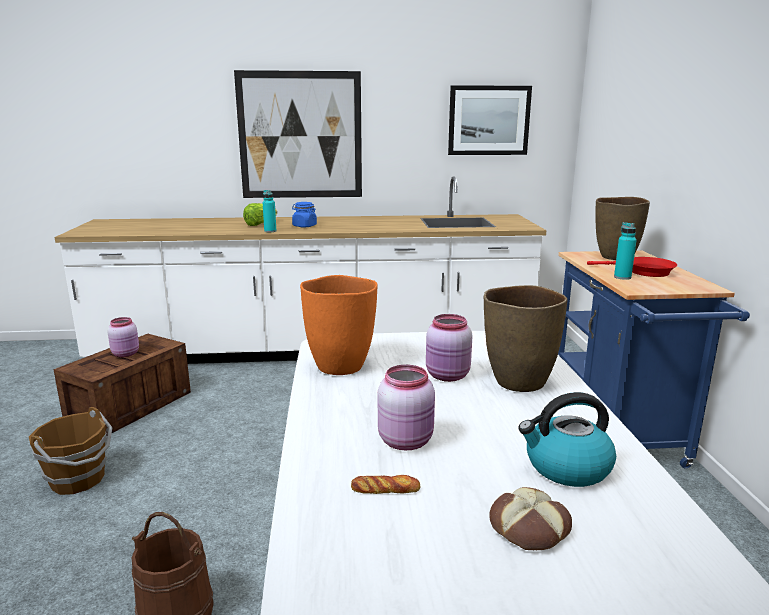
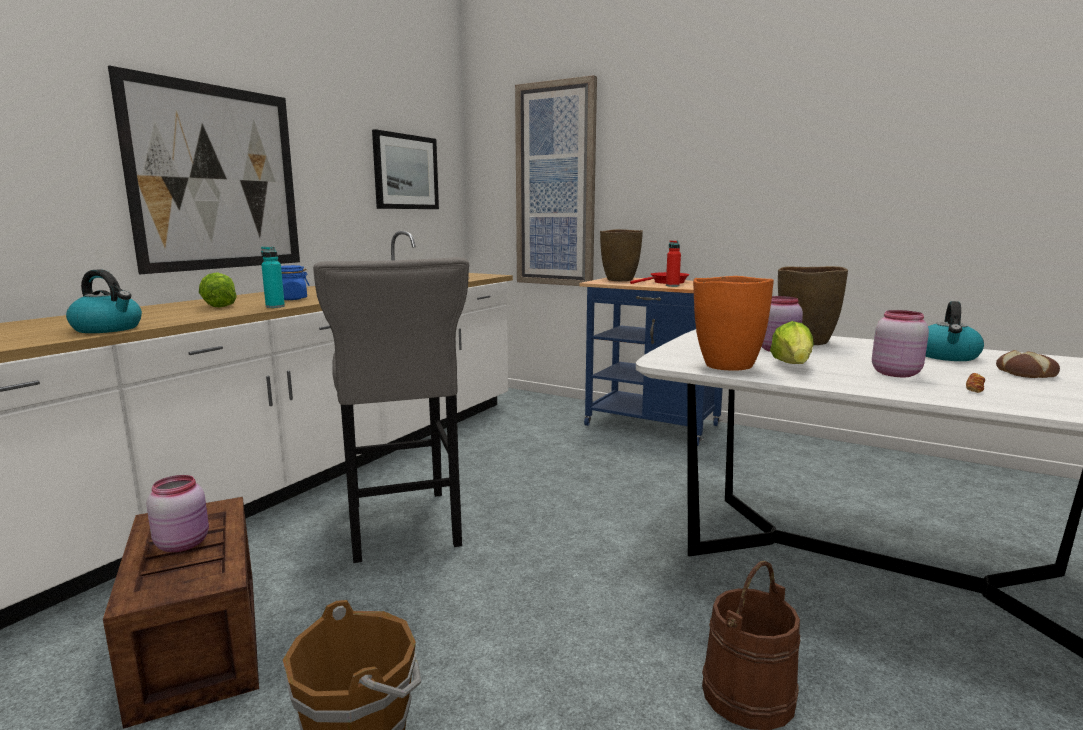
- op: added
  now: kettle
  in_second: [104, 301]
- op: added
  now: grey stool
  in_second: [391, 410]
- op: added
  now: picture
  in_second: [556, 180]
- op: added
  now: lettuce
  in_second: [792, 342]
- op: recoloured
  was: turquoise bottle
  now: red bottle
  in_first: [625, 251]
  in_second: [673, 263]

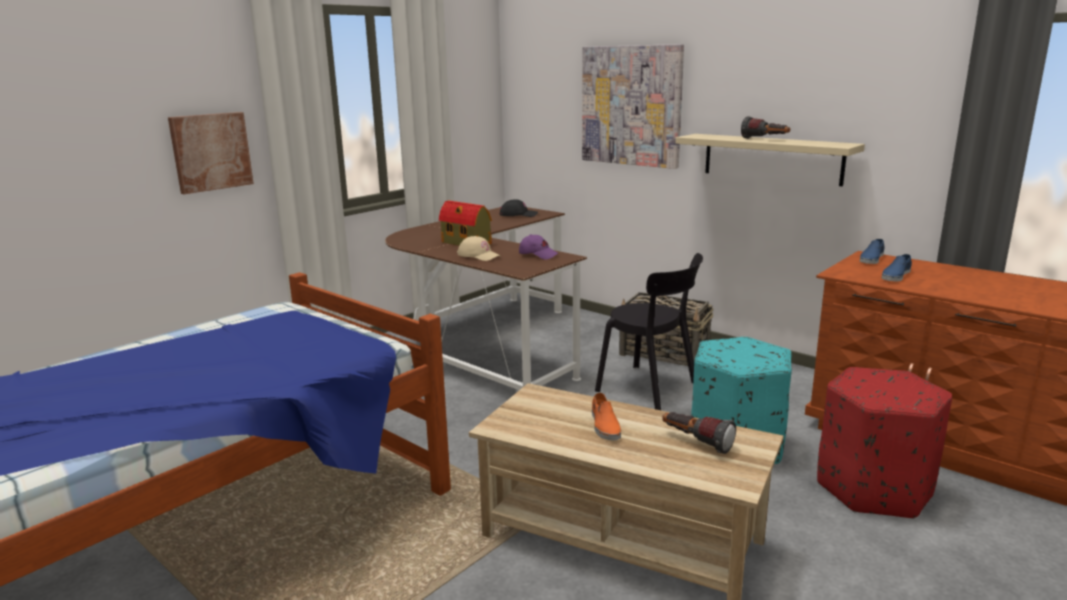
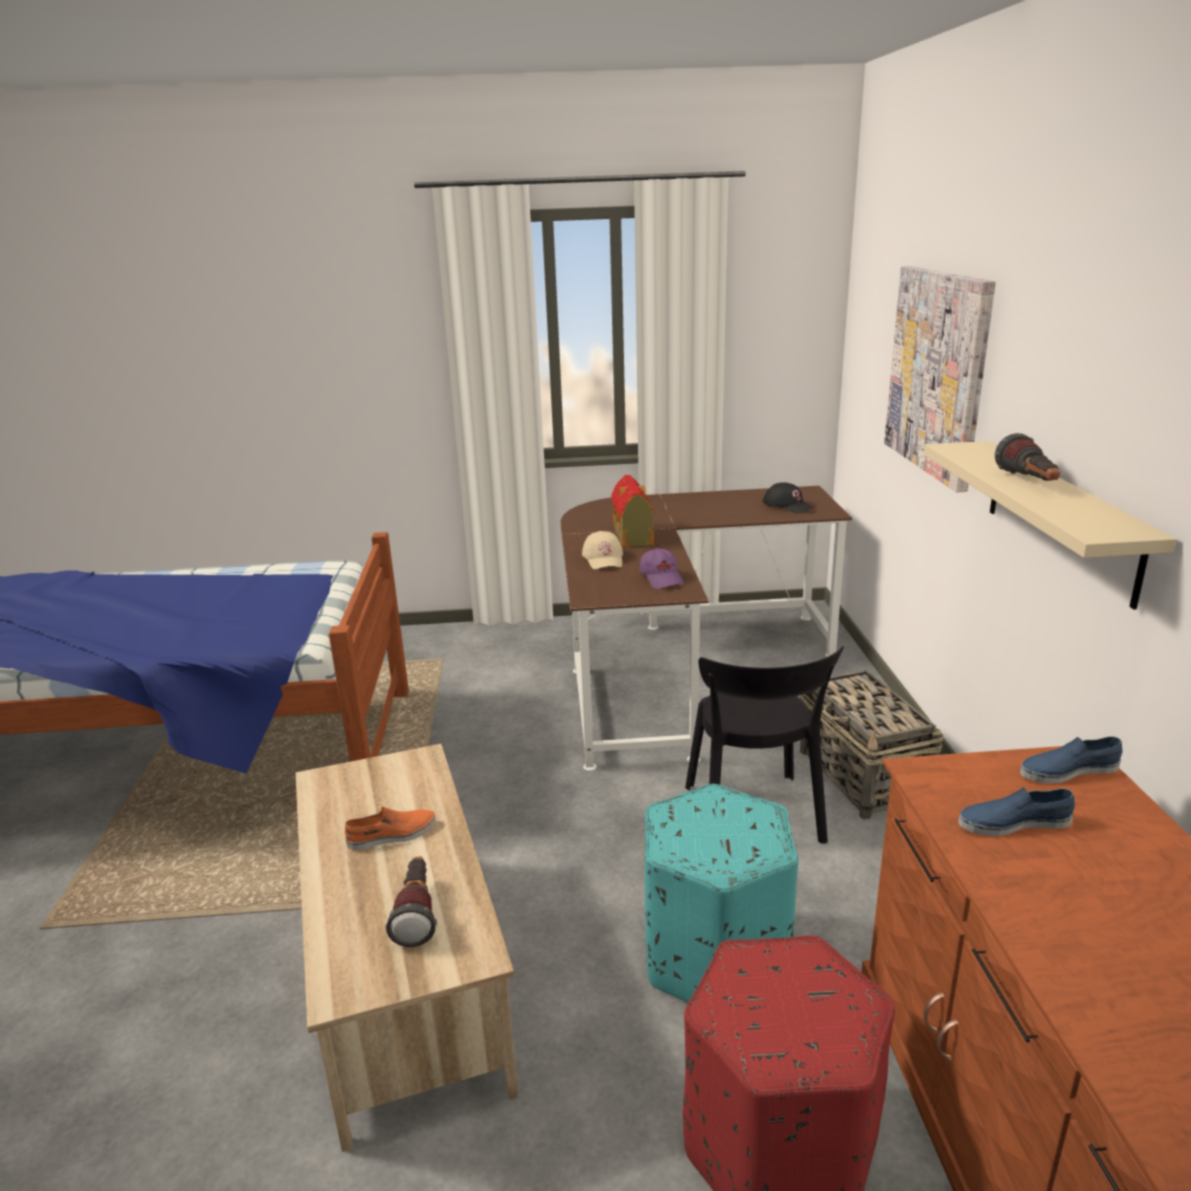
- op: removed
  was: picture
  in_first: [211, 153]
- op: turned
  was: orange shoe
  in_first: [606, 417]
  in_second: [390, 828]
  clockwise: -150

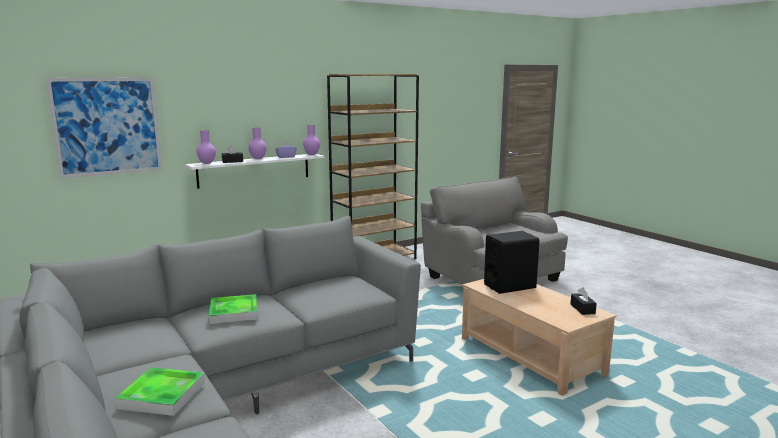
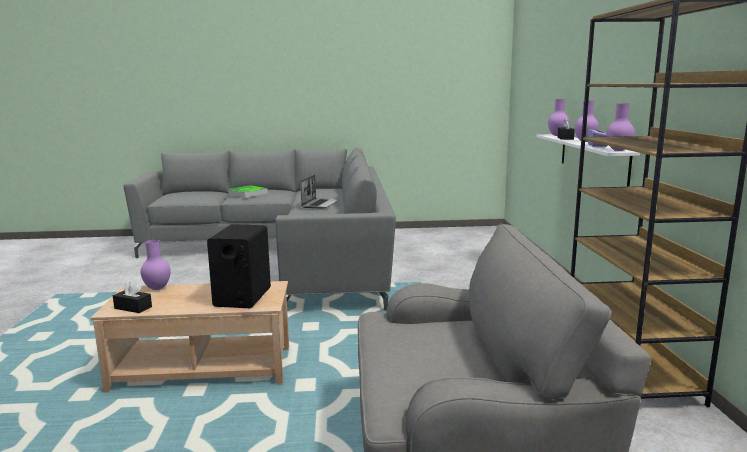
- op: removed
  was: picture
  in_first: [104, 128]
- op: added
  now: purple vase
  in_second: [156, 265]
- op: replaced
  was: tray
  now: laptop
  in_first: [233, 309]
  in_second: [319, 192]

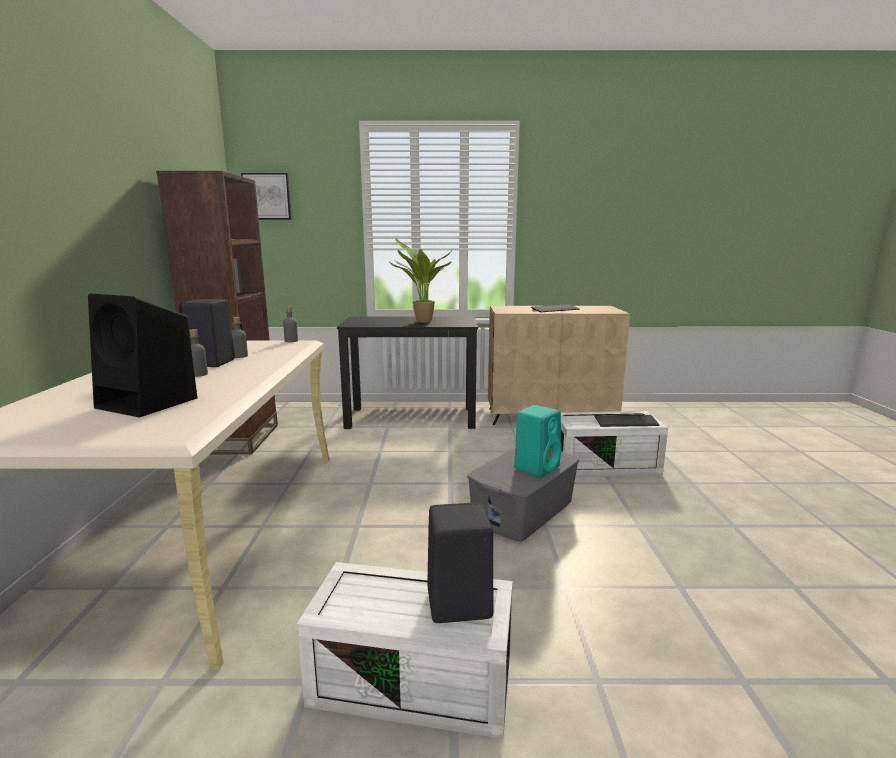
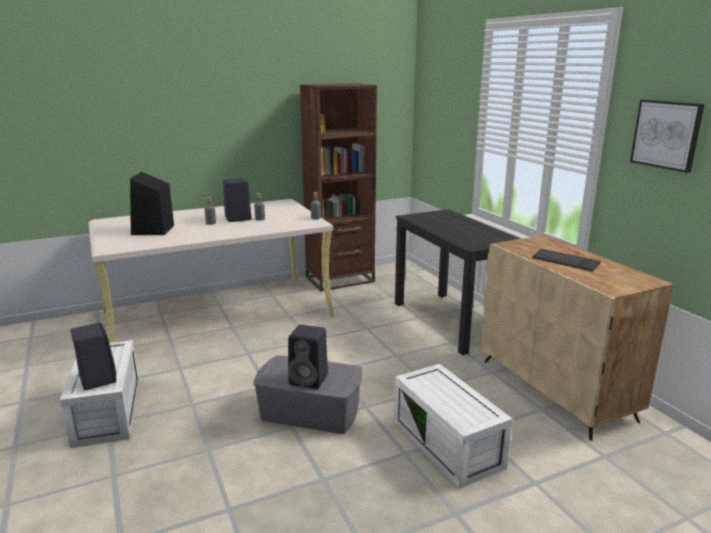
- op: removed
  was: potted plant
  in_first: [420, 280]
- op: removed
  was: keyboard
  in_first: [627, 421]
- op: moved
  was: picture
  in_first: [266, 196]
  in_second: [667, 136]
- op: recoloured
  was: turquoise speaker
  now: black speaker
  in_first: [538, 441]
  in_second: [308, 357]

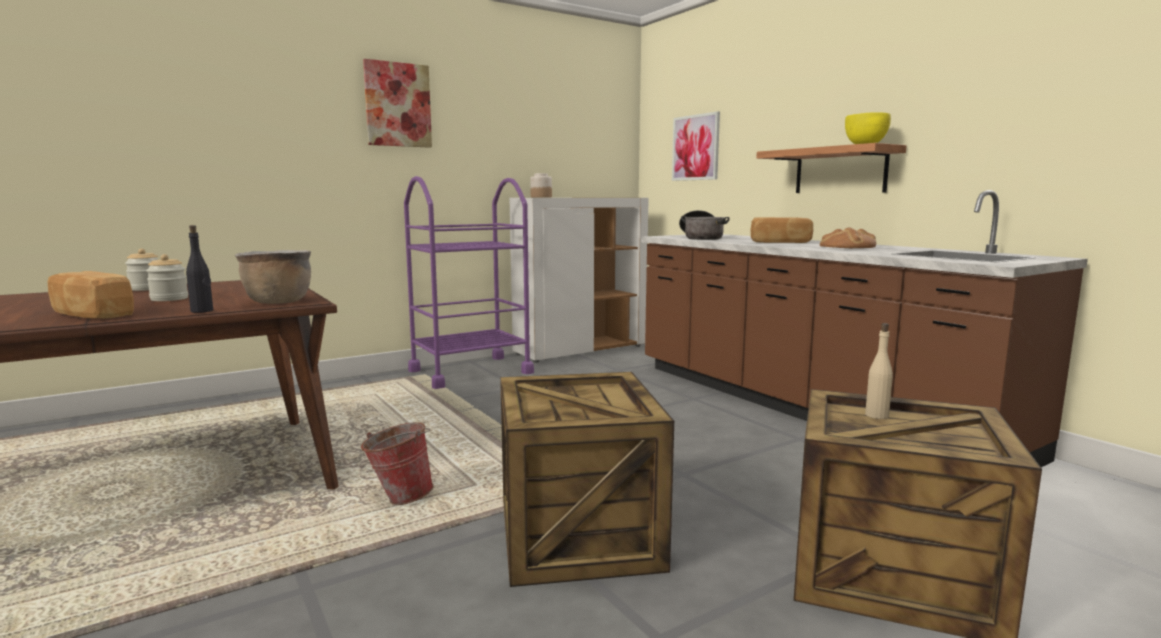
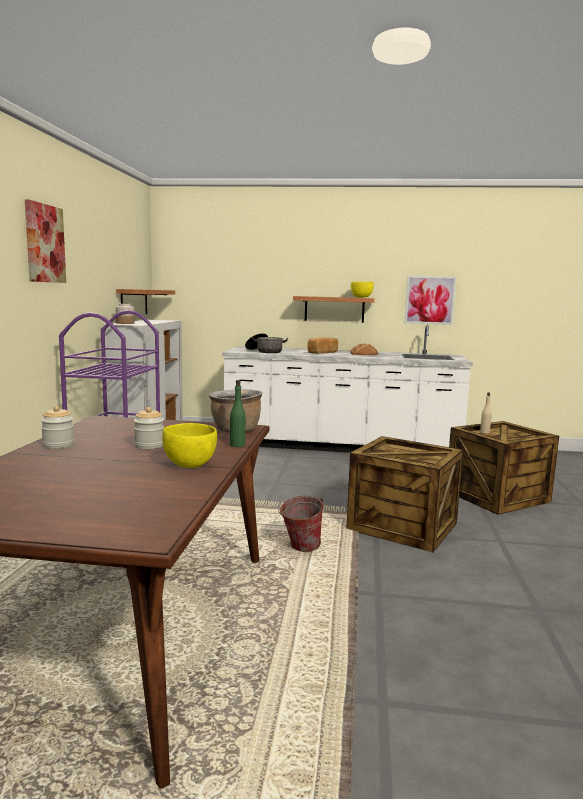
- op: added
  now: shelf
  in_second: [145, 301]
- op: moved
  was: picture
  in_first: [696, 146]
  in_second: [430, 300]
- op: replaced
  was: bread
  now: yellow bowl
  in_first: [91, 295]
  in_second: [189, 445]
- op: recoloured
  was: black bottle
  now: green bottle
  in_first: [199, 269]
  in_second: [238, 413]
- op: recoloured
  was: brown counter
  now: white counter
  in_first: [864, 328]
  in_second: [347, 389]

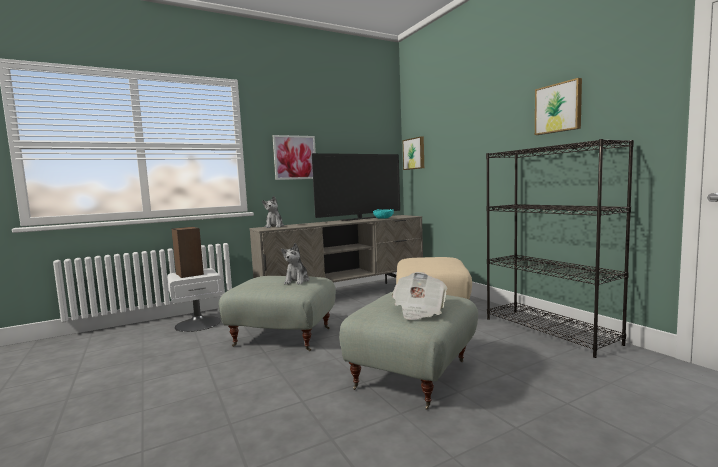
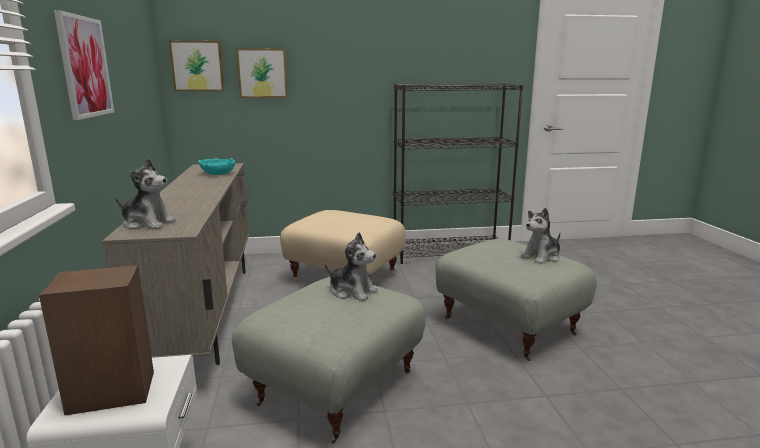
- op: removed
  was: television
  in_first: [356, 187]
- op: moved
  was: picture
  in_first: [558, 106]
  in_second: [262, 73]
- op: replaced
  was: newspaper
  now: plush toy
  in_first: [419, 296]
  in_second: [540, 236]

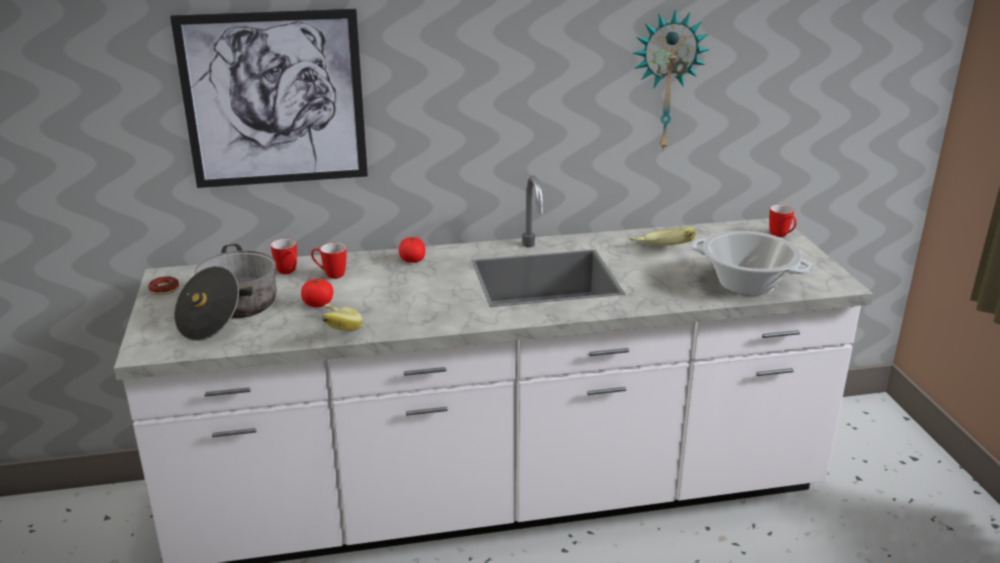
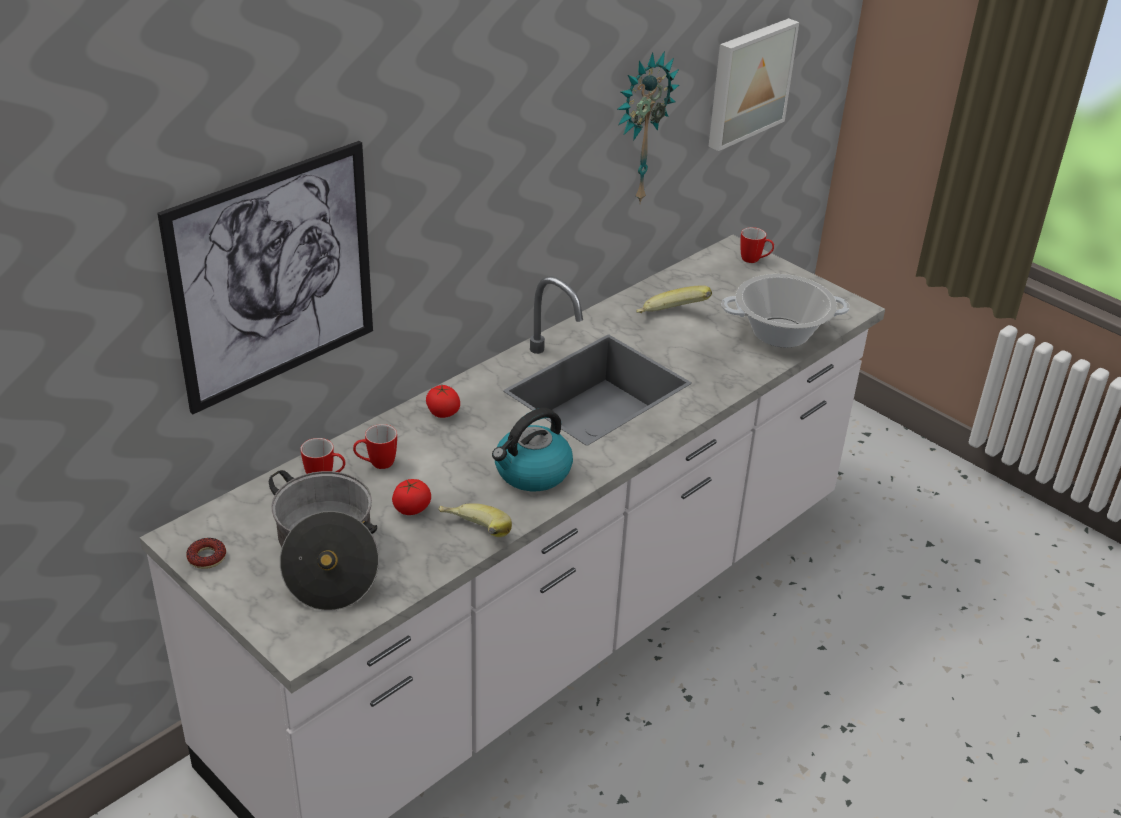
- op: added
  now: kettle
  in_second: [532, 449]
- op: added
  now: picture
  in_second: [753, 84]

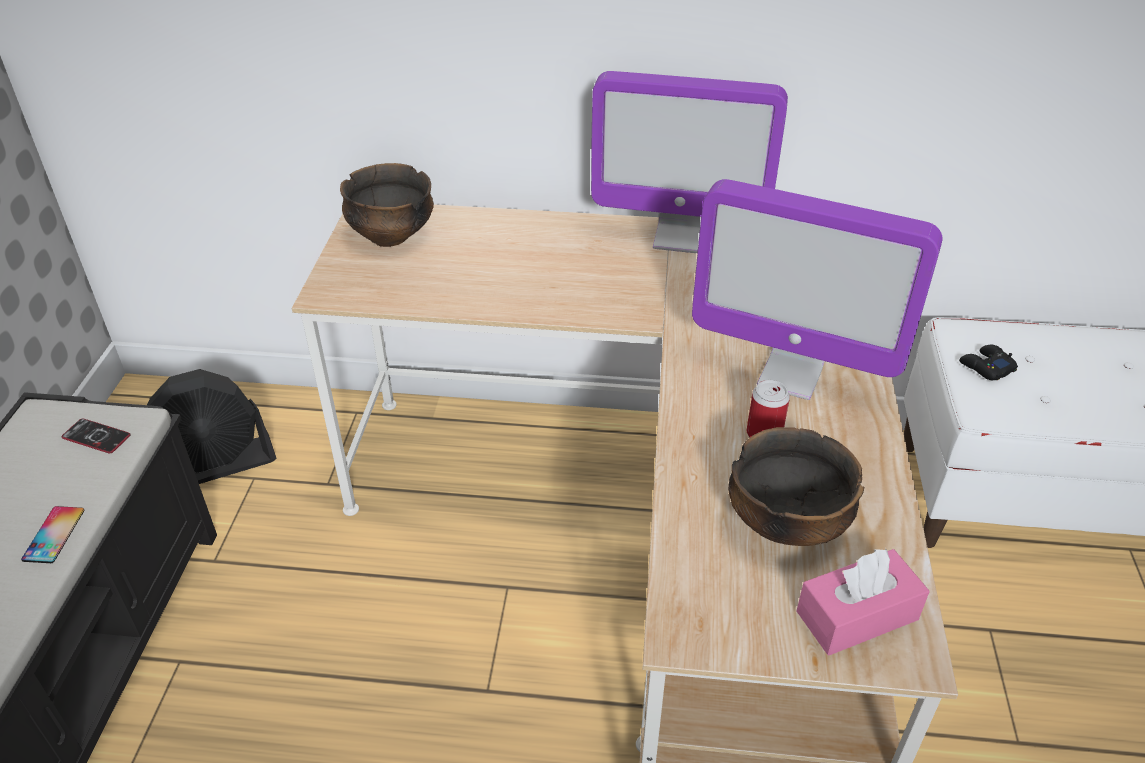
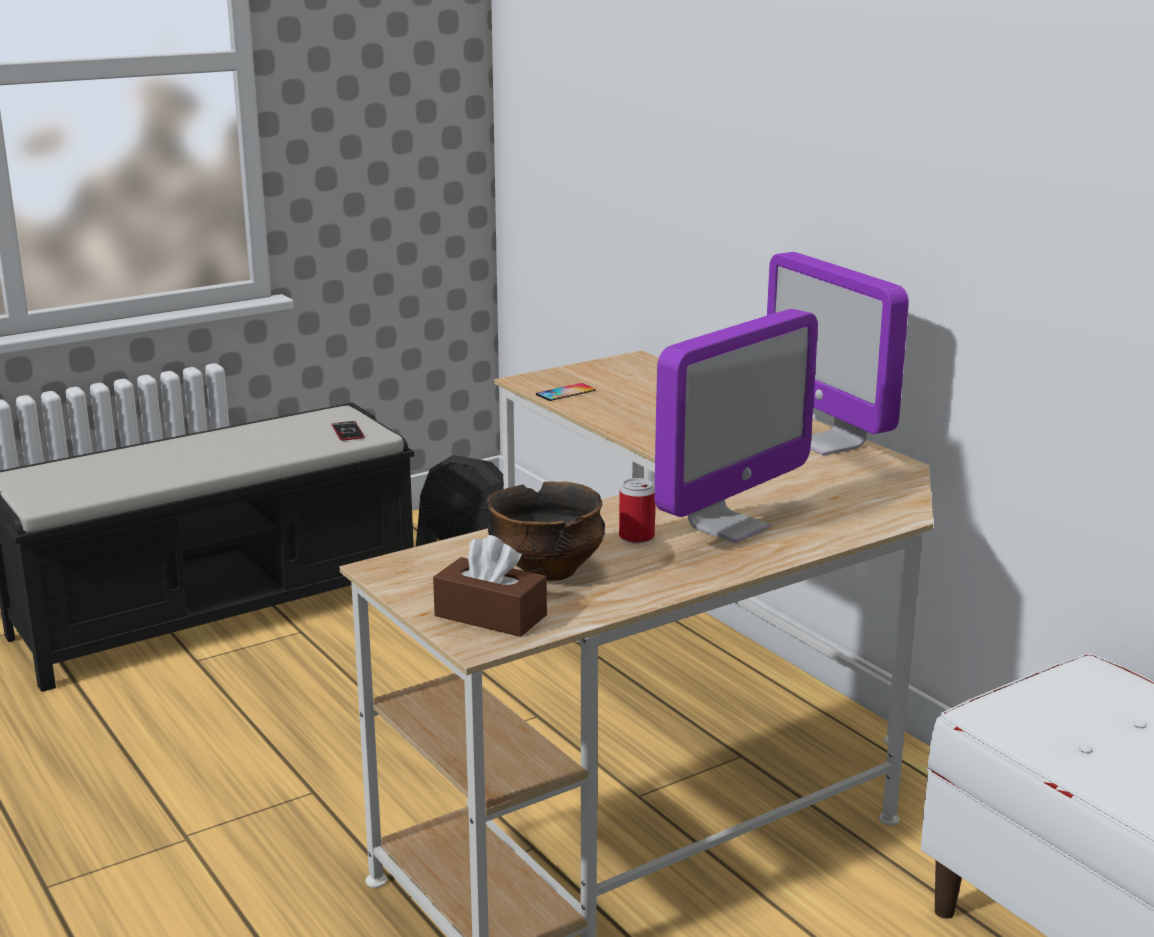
- op: removed
  was: bowl
  in_first: [387, 205]
- op: removed
  was: black game controller
  in_first: [988, 363]
- op: moved
  was: phone
  in_first: [53, 534]
  in_second: [566, 392]
- op: recoloured
  was: pink tissue box
  now: brown tissue box
  in_first: [863, 601]
  in_second: [490, 586]
- op: turned
  was: monitor
  in_first: [817, 289]
  in_second: [736, 426]
  clockwise: -120

